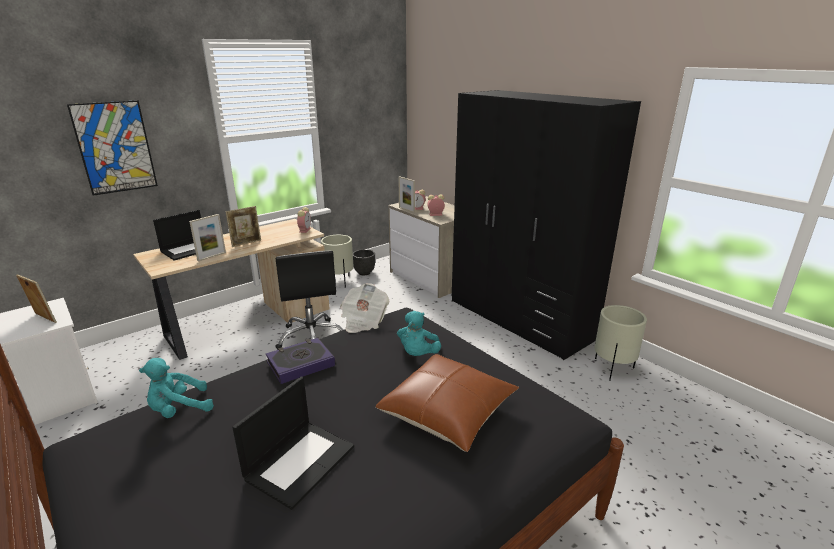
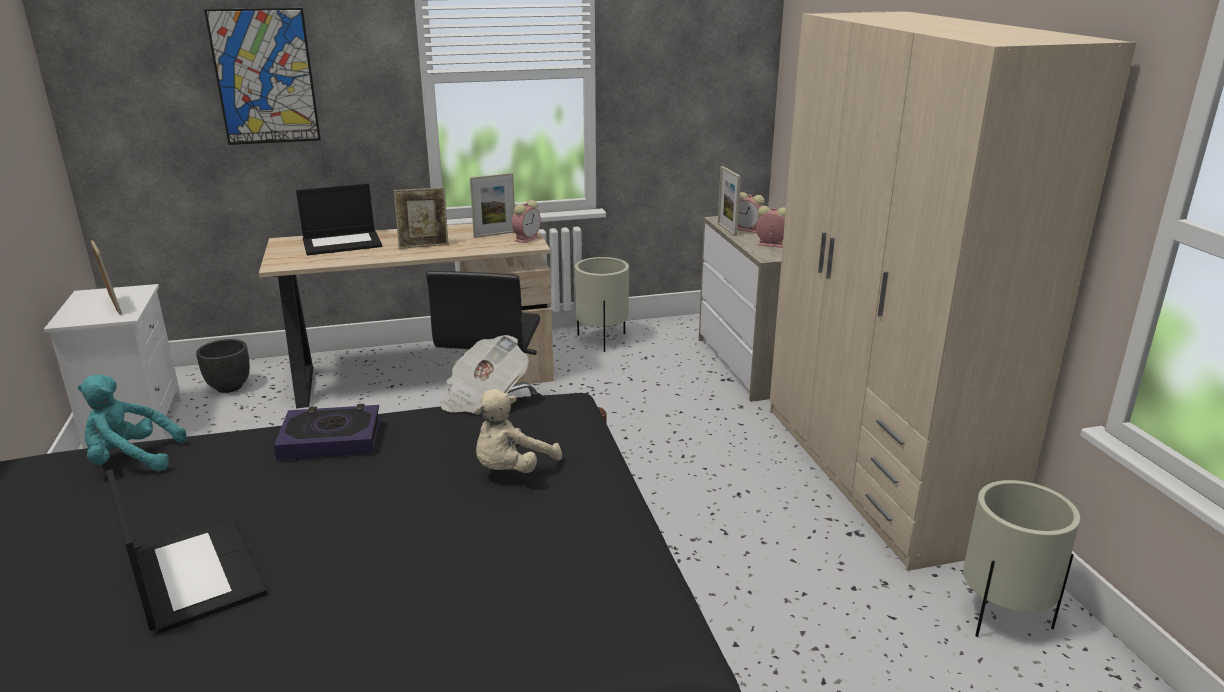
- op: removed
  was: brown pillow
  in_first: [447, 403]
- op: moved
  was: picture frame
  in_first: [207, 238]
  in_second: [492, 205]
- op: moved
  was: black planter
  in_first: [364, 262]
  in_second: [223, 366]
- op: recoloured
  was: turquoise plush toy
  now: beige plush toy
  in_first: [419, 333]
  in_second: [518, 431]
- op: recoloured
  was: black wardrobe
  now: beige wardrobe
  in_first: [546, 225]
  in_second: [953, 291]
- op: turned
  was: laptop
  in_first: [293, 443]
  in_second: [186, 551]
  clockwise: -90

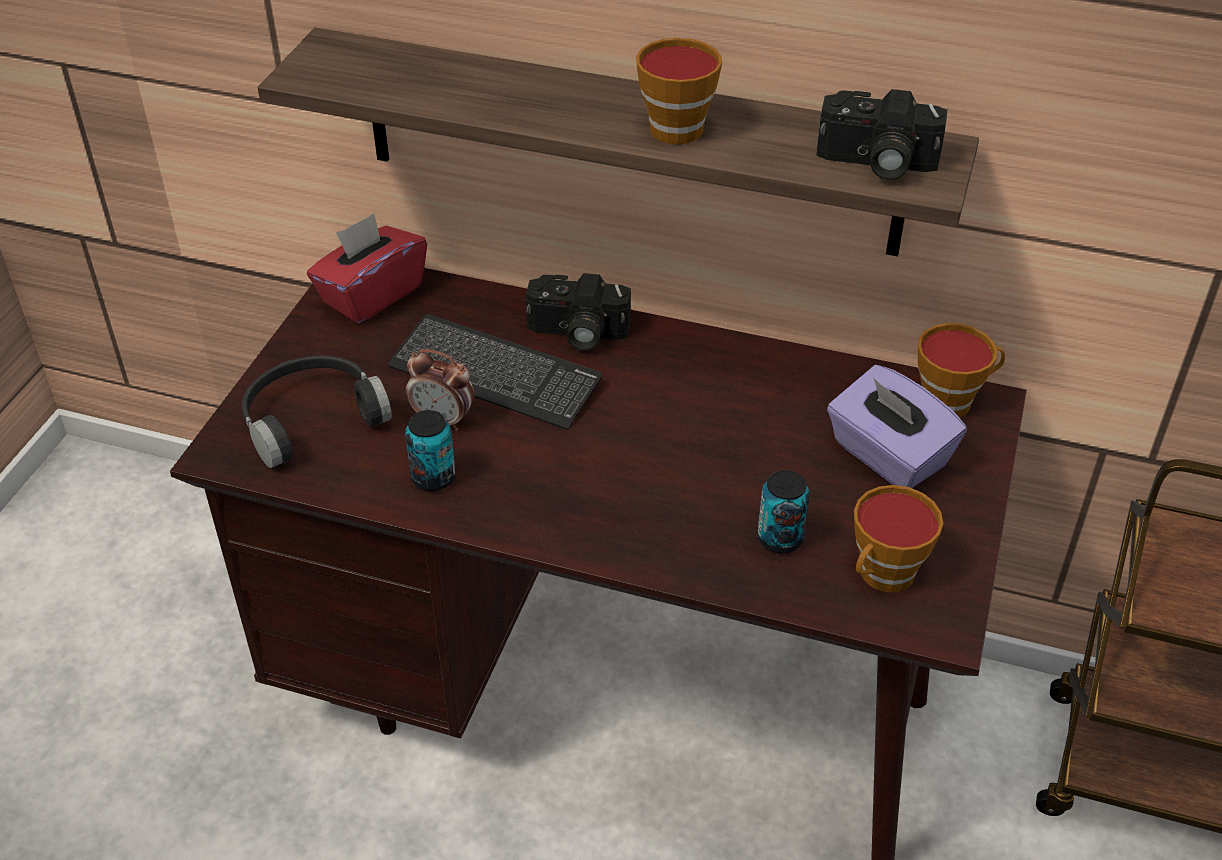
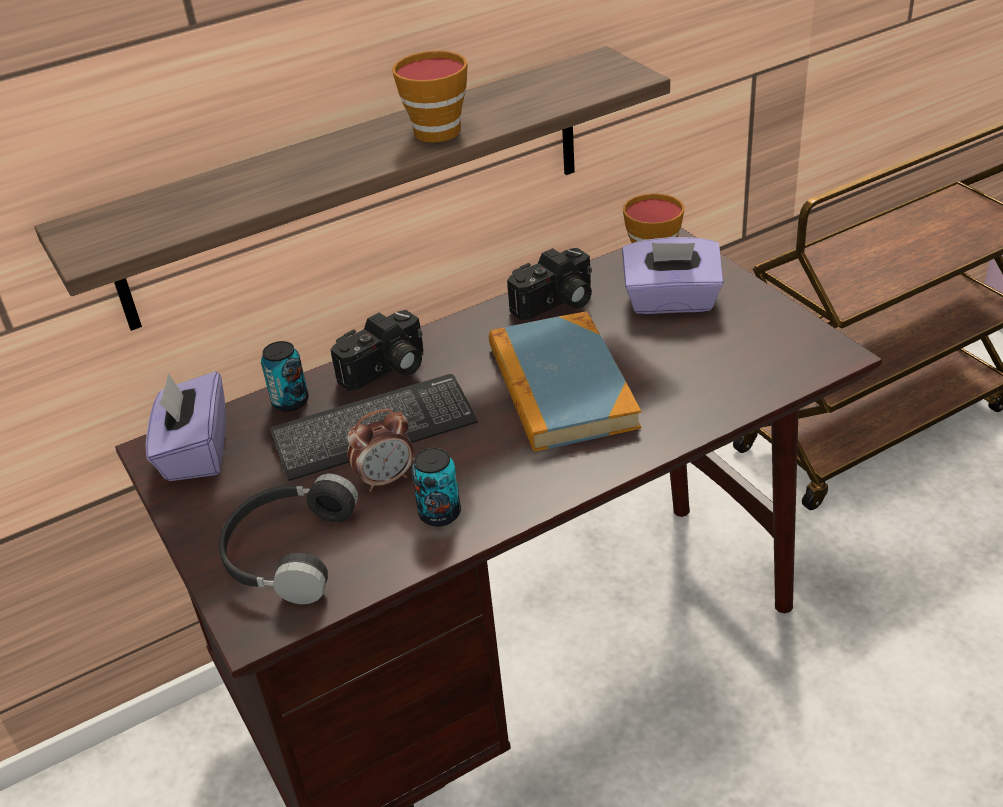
- op: removed
  was: cup
  in_first: [898, 539]
- op: added
  now: book
  in_second: [565, 381]
- op: moved
  was: can
  in_first: [783, 511]
  in_second: [285, 376]
- op: moved
  was: photo camera
  in_first: [882, 134]
  in_second: [549, 284]
- op: recoloured
  was: red tissue box
  now: purple tissue box
  in_first: [367, 268]
  in_second: [186, 426]

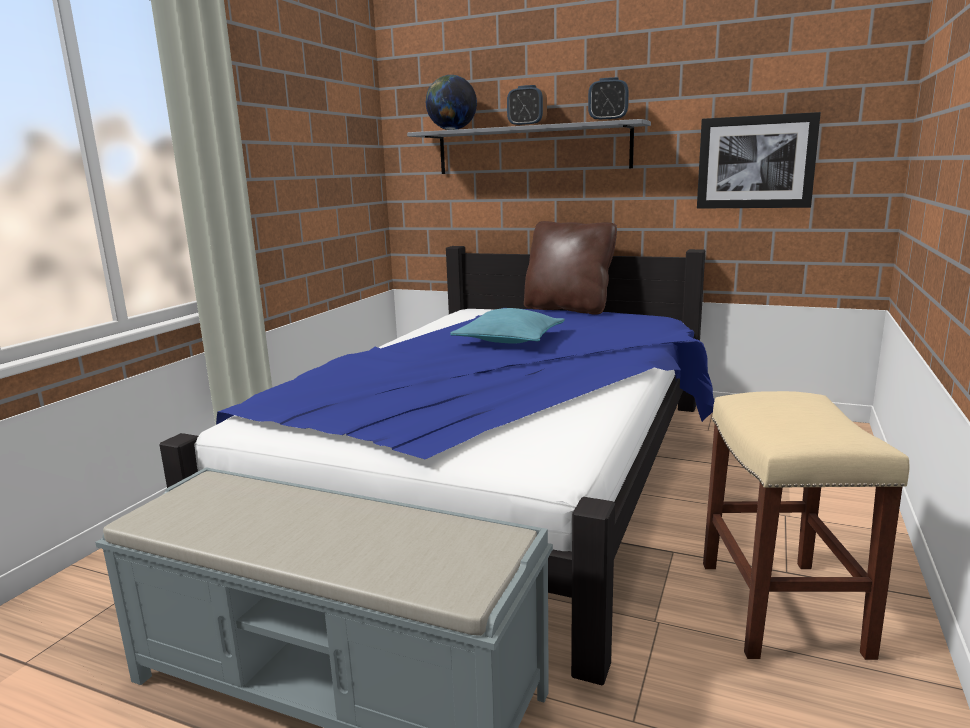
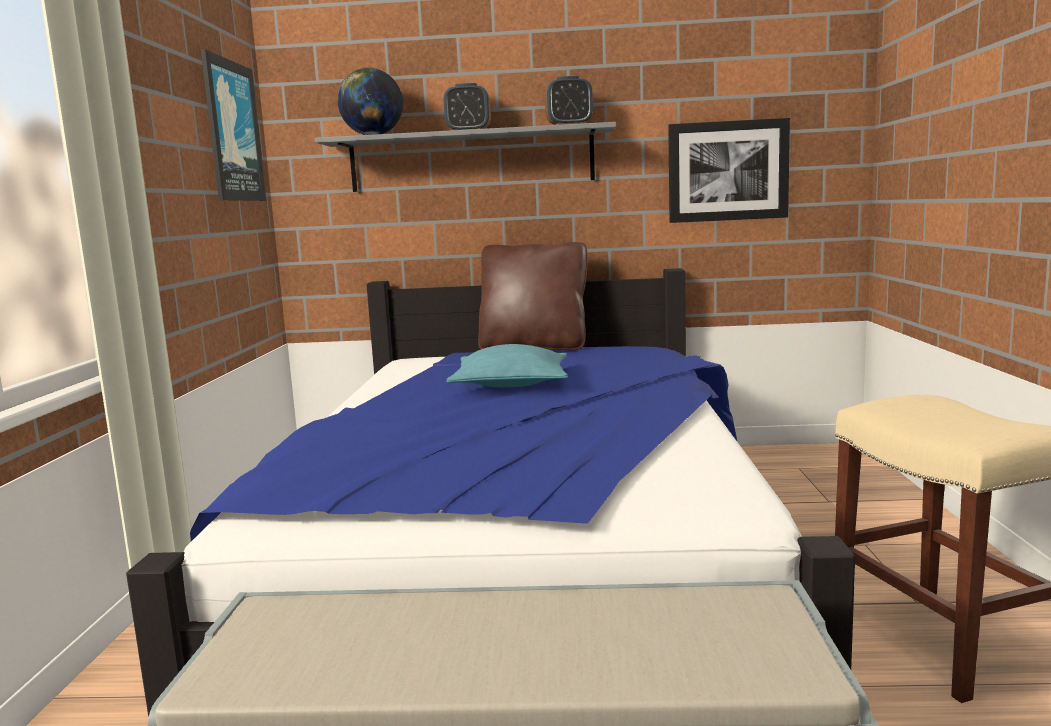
- op: added
  now: picture
  in_second: [233, 125]

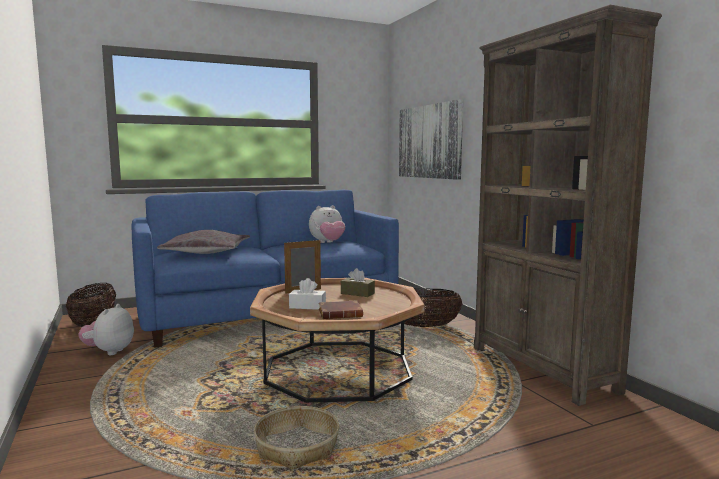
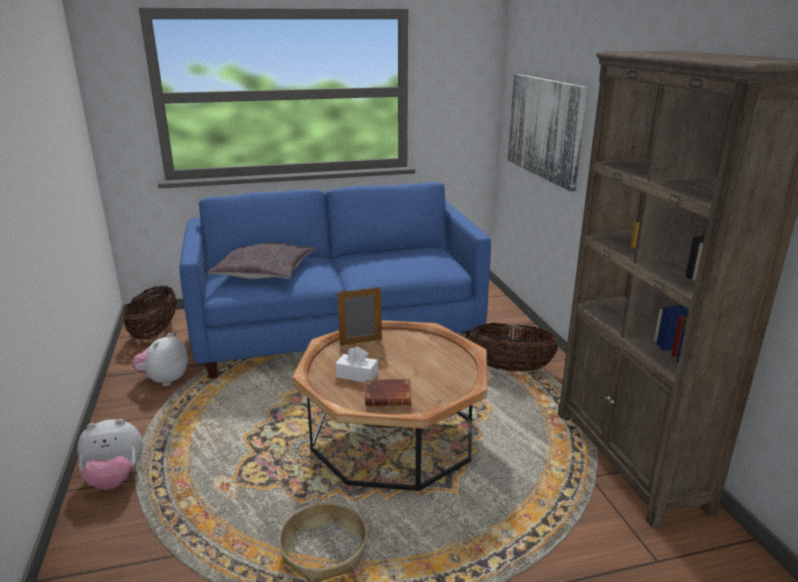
- op: removed
  was: brown tissue box
  in_first: [358, 282]
- op: moved
  was: plush toy
  in_first: [327, 224]
  in_second: [110, 454]

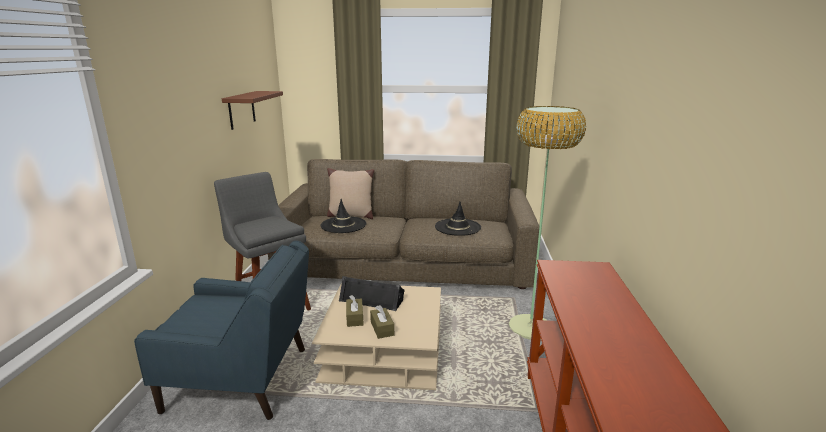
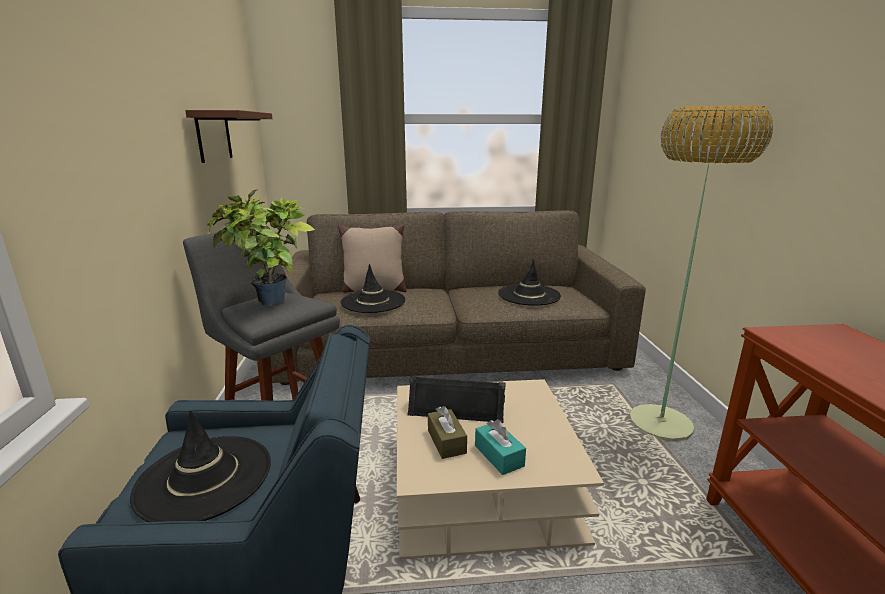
- op: added
  now: black hat
  in_second: [200, 466]
- op: added
  now: potted plant
  in_second: [261, 248]
- op: recoloured
  was: brown tissue box
  now: turquoise tissue box
  in_first: [382, 322]
  in_second: [500, 447]

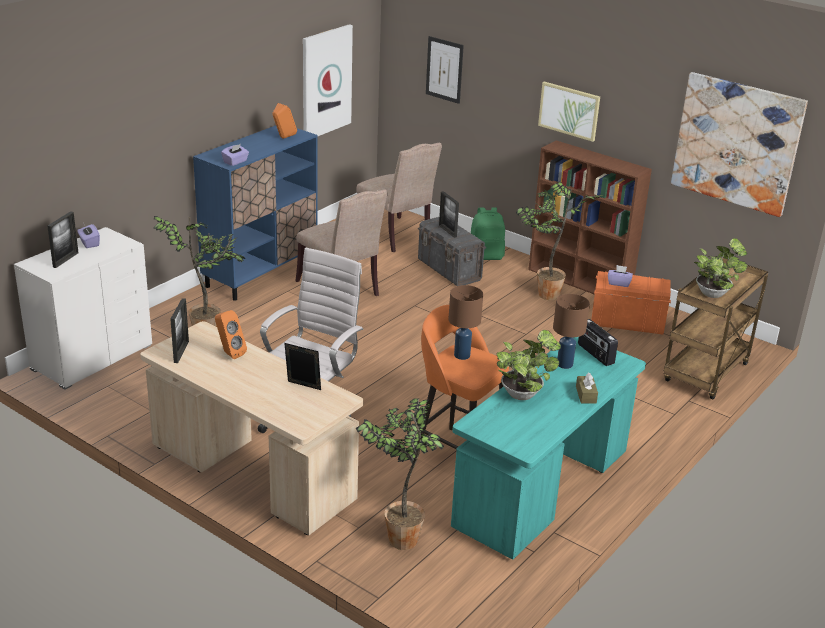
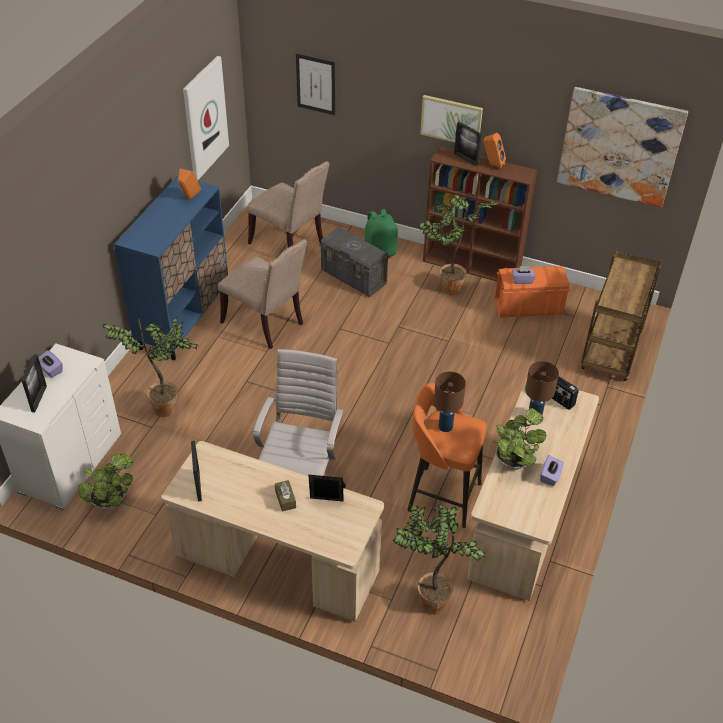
- op: moved
  was: orange speaker
  in_first: [231, 334]
  in_second: [494, 150]
- op: moved
  was: purple tissue box
  in_first: [235, 155]
  in_second: [552, 470]
- op: moved
  was: picture frame
  in_first: [449, 214]
  in_second: [468, 144]
- op: moved
  was: brown tissue box
  in_first: [587, 388]
  in_second: [285, 496]
- op: moved
  was: potted plant
  in_first: [720, 268]
  in_second: [105, 482]
- op: recoloured
  was: turquoise desk
  now: beige desk
  in_first: [548, 448]
  in_second: [533, 489]

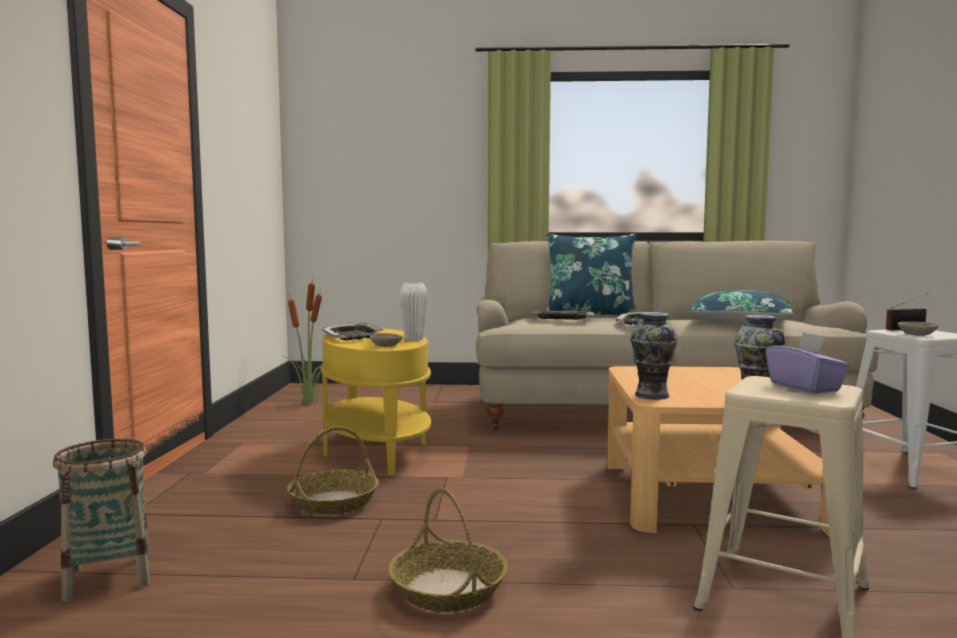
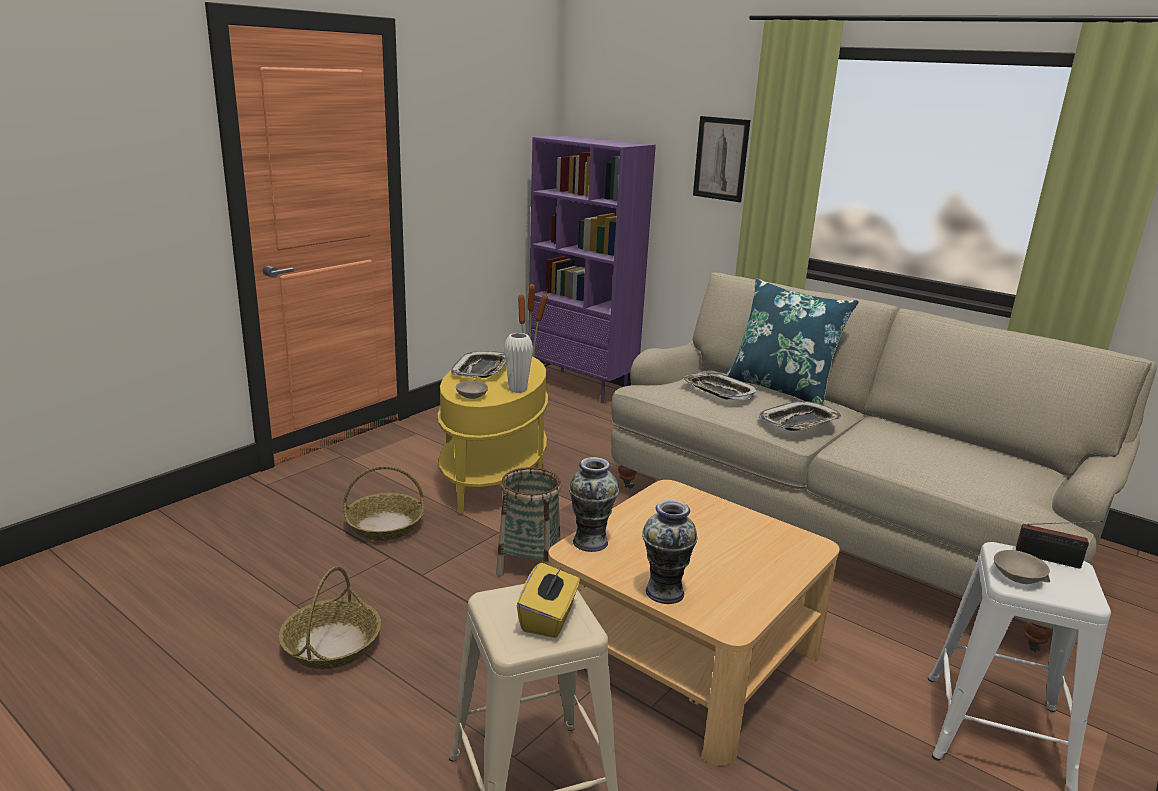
- op: removed
  was: blue pillow
  in_first: [741, 307]
- op: added
  now: purple bookcase
  in_second: [592, 269]
- op: added
  now: picture
  in_second: [721, 159]
- op: moved
  was: basket
  in_first: [102, 520]
  in_second: [528, 521]
- op: recoloured
  was: purple tissue box
  now: yellow tissue box
  in_first: [807, 363]
  in_second: [548, 600]

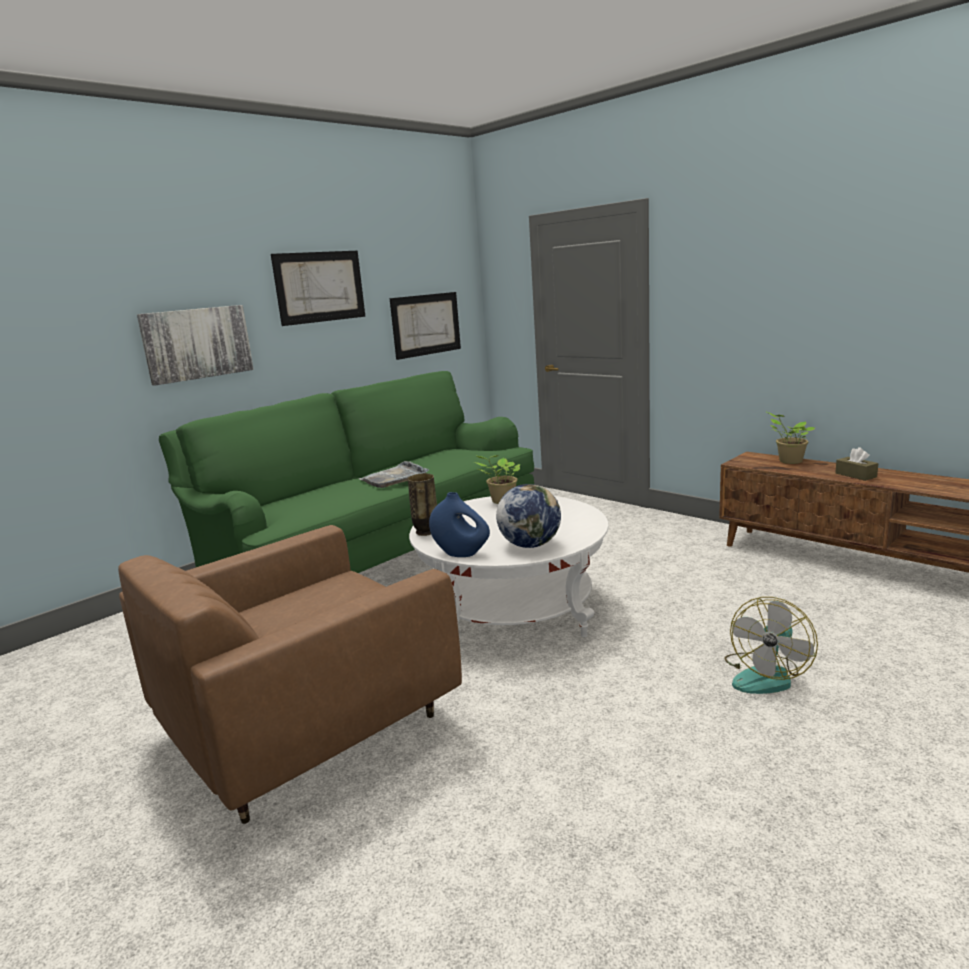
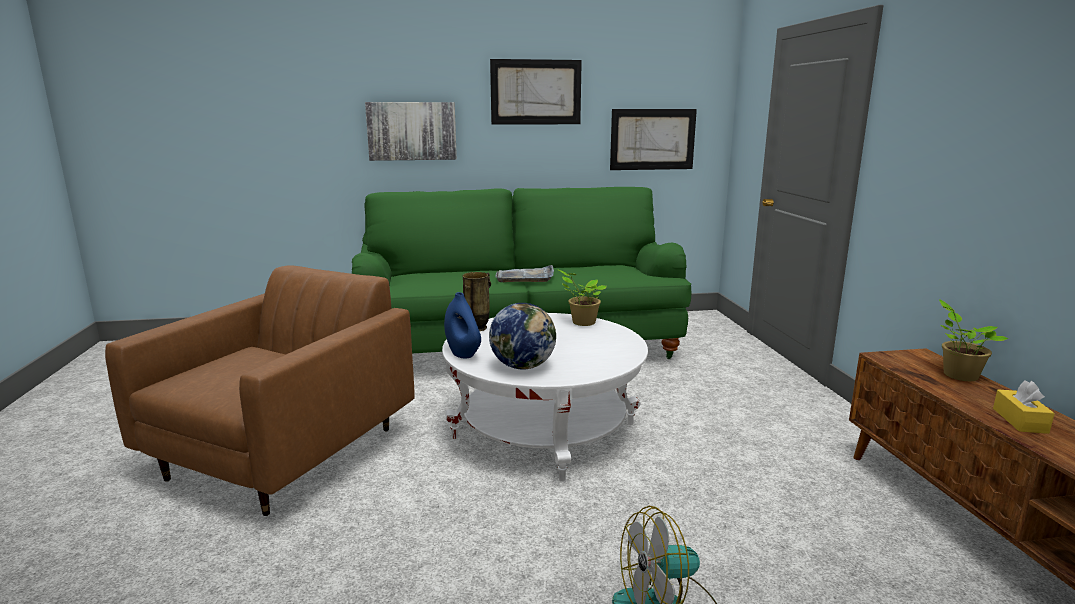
- op: recoloured
  was: brown tissue box
  now: yellow tissue box
  in_first: [856, 464]
  in_second: [1024, 407]
- op: turned
  was: brown armchair
  in_first: [290, 674]
  in_second: [260, 390]
  clockwise: 120

